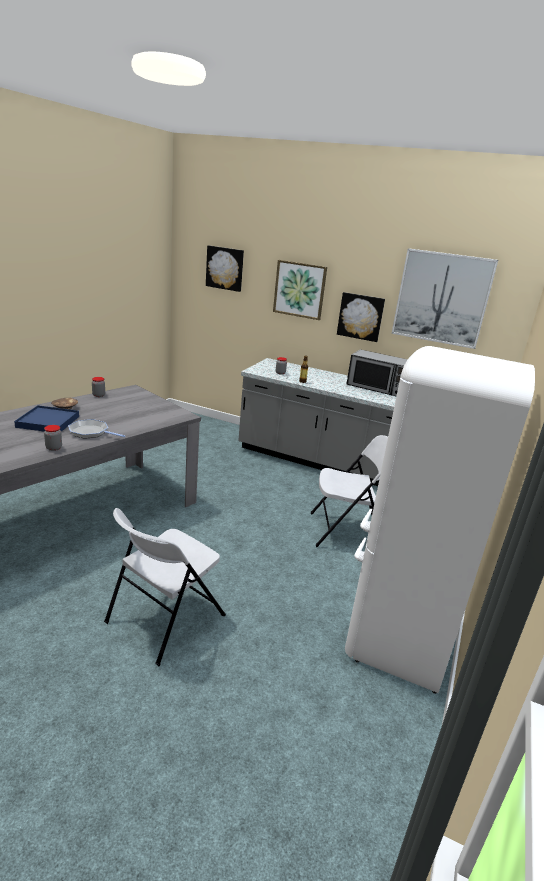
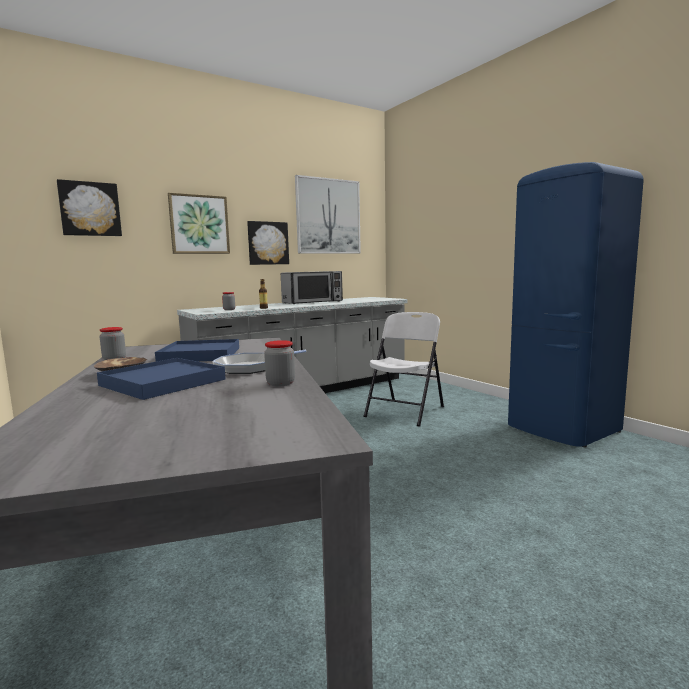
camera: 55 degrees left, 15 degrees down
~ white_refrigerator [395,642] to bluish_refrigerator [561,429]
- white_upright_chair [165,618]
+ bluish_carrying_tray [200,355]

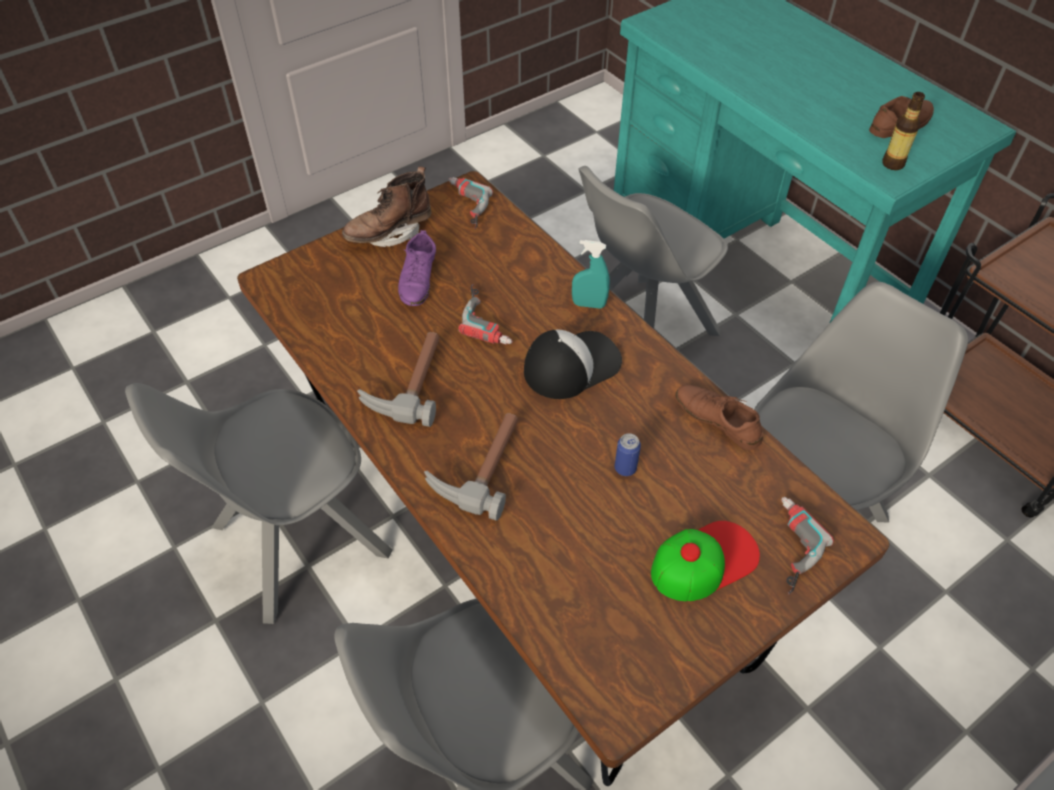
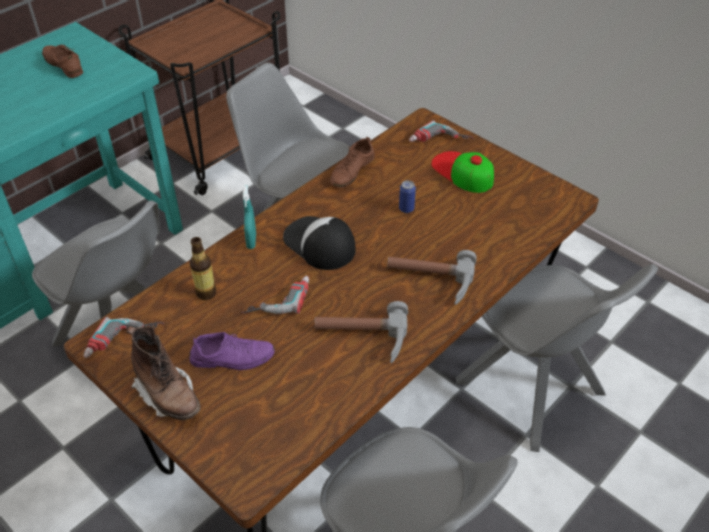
camera: 100 degrees left, 5 degrees down
~ bottle [893,164] to [206,293]

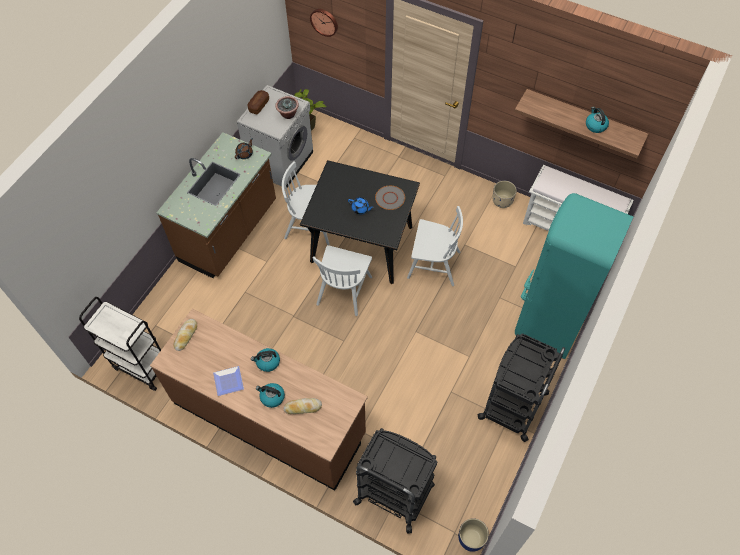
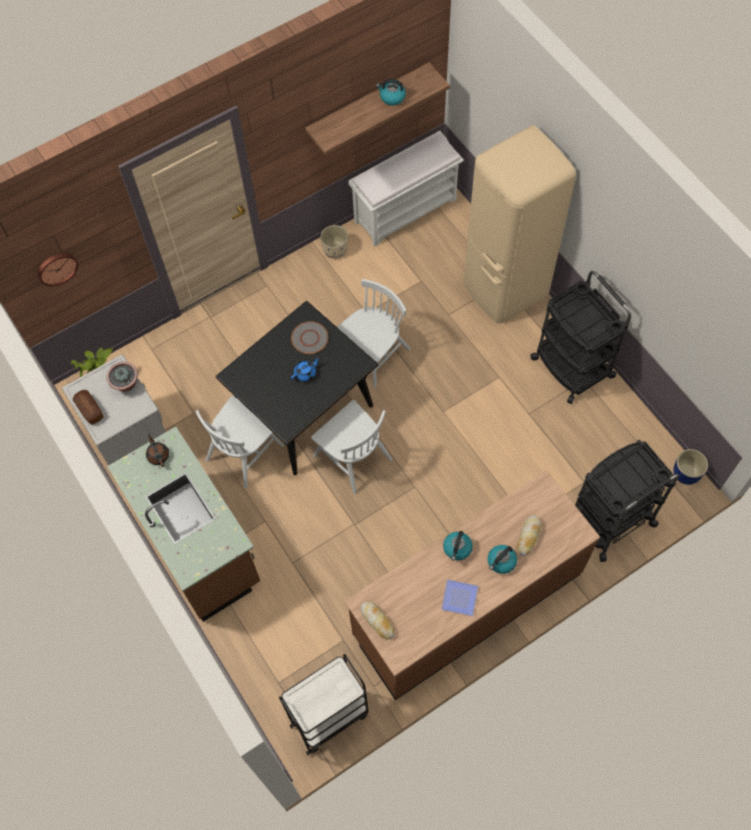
camera: 60 degrees left, 5 degrees up
~ blue-green_refrigerator [547,325] to sand-coloured_refrigerator [503,290]

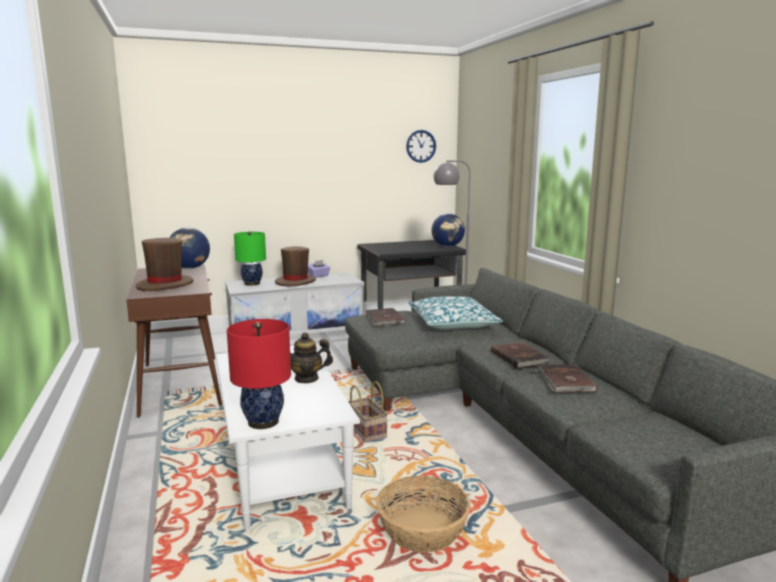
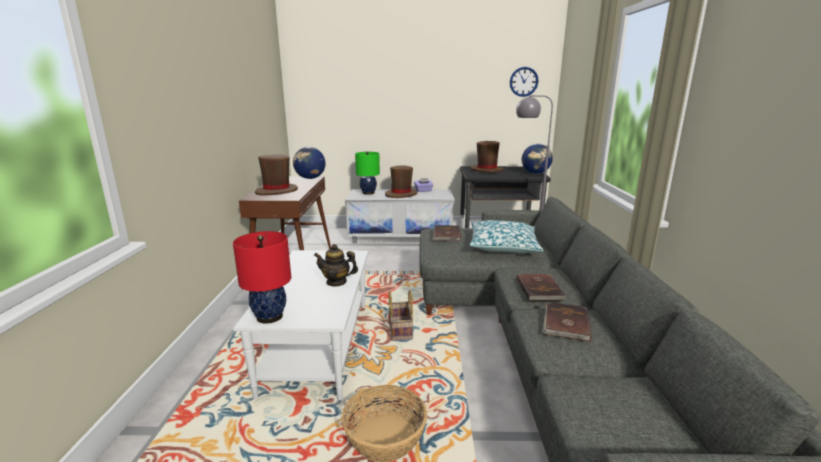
camera: 20 degrees right, 5 degrees up
+ brown-coloured_wearable_hat [486,170]

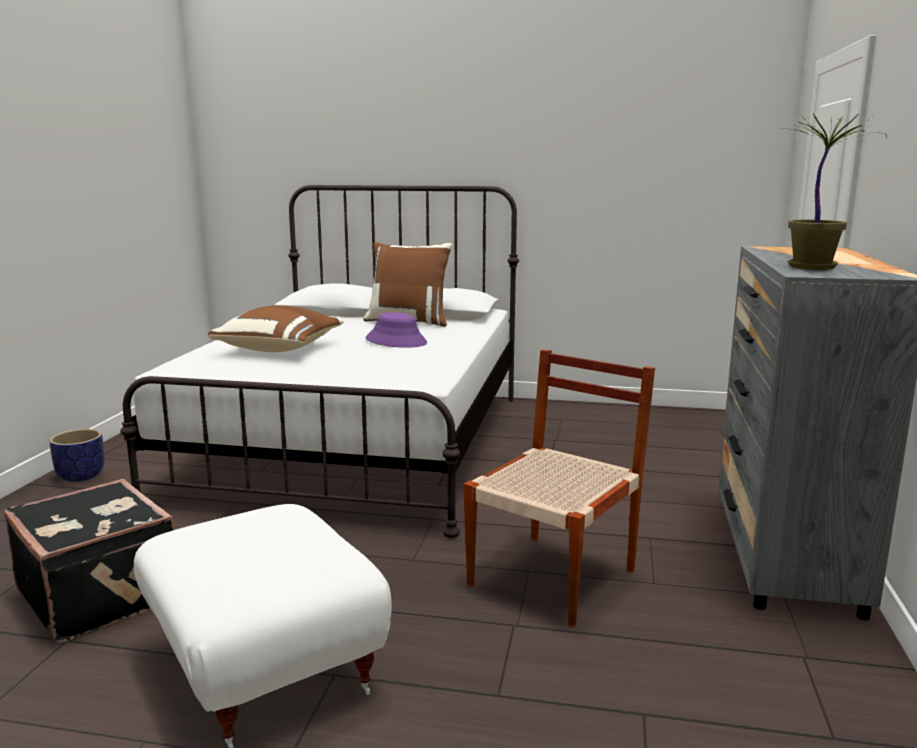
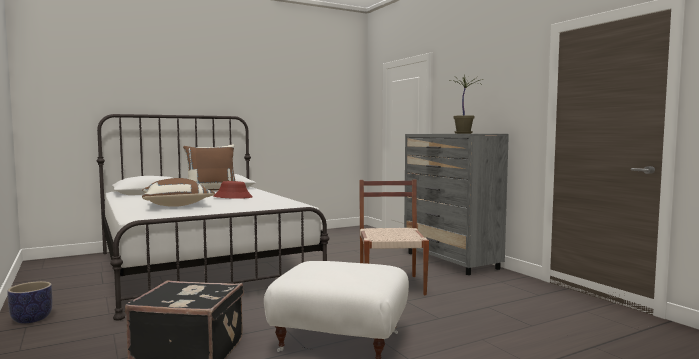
camera: 40 degrees left, 10 degrees down
~ purple_wearable_hat [396,341] to red-coloured_wearable_hat [233,197]

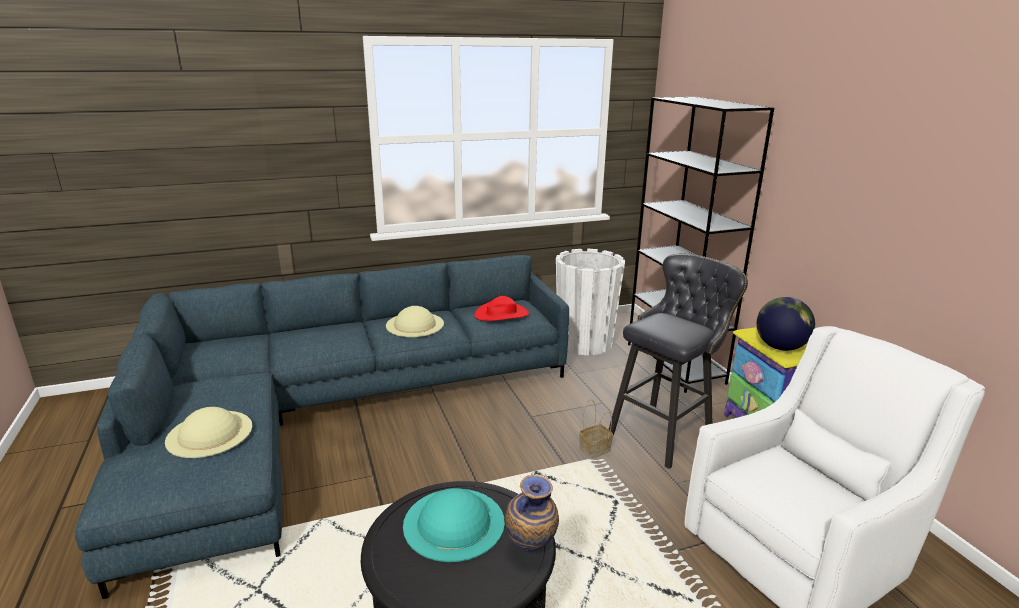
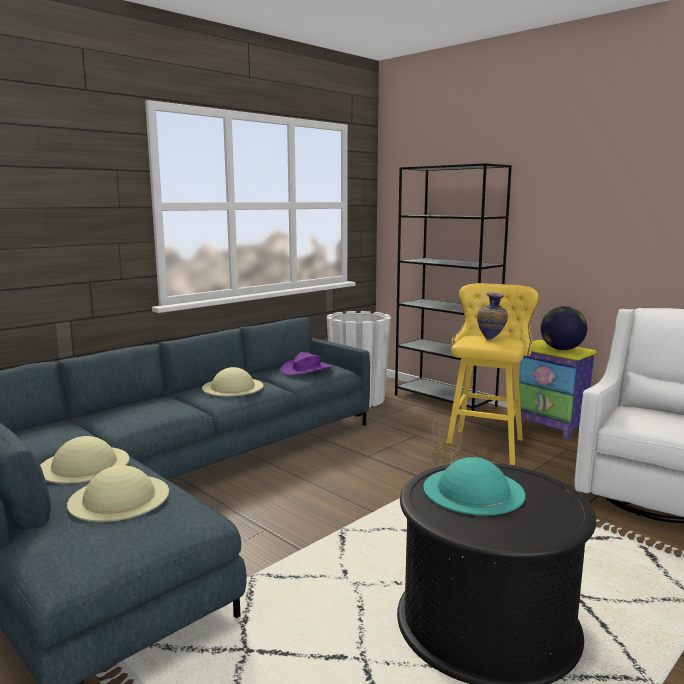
camera: 25 degrees left, 10 degrees down
~ blackish_sitting_stool [667,431] to yellow-coloured_sitting_stool [486,442]
~ red-coloured_wearable_hat [501,314] to purple_wearable_hat [306,369]
~ decorative_vase [531,551] to [491,340]
+ sand-coloured_wearable_hat [84,464]

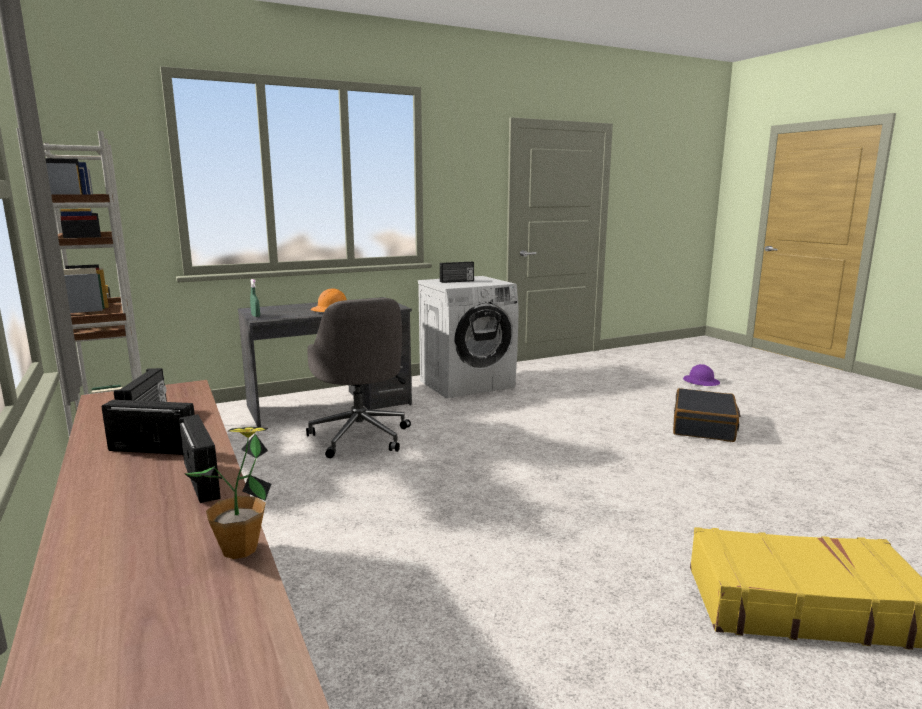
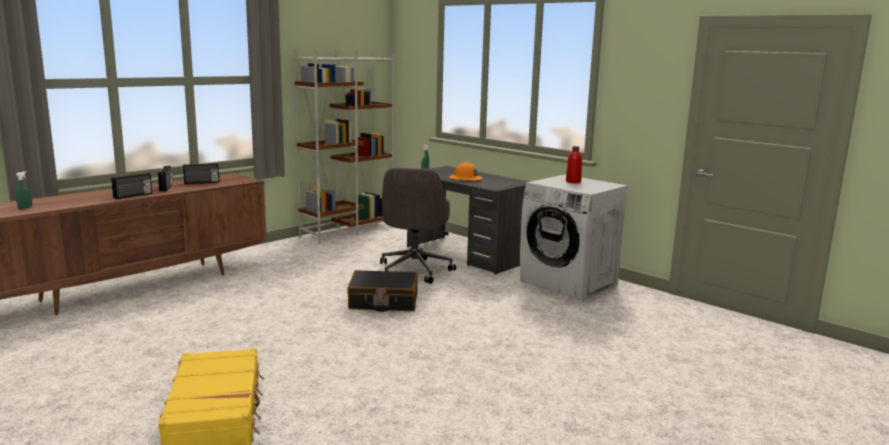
camera: 70 degrees right, 0 degrees up
~ radio_receiver [457,281] to red-coloured_bottle [573,182]
~ grey_office_chair [360,438] = [414,271] 45 degrees counterclockwise
- purple_safety_helmet [701,381]
~ blackish_suitcase [704,426] to [383,301]
- houseplant [240,549]
+ green_hand_sprayer [25,208]

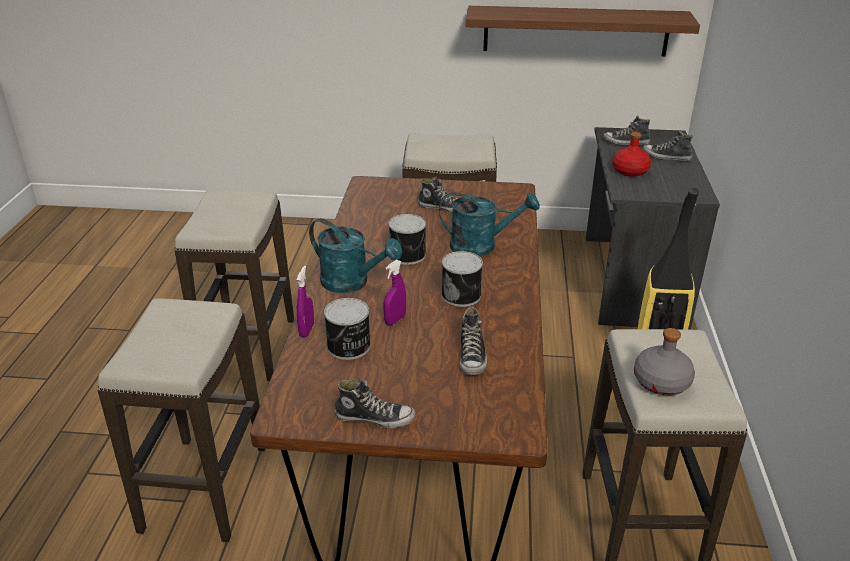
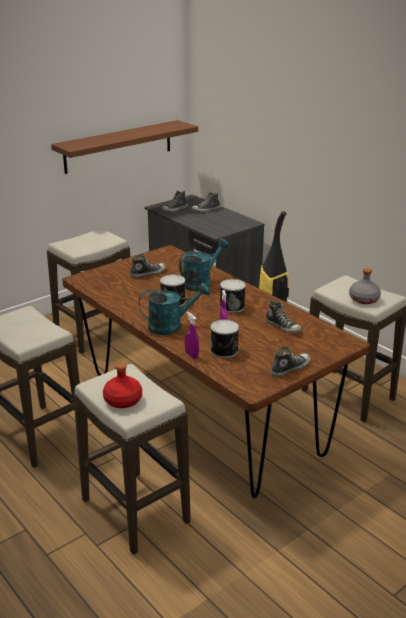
camera: 45 degrees left, 5 degrees down
~ red-coloured_bottle [630,171] to [123,400]

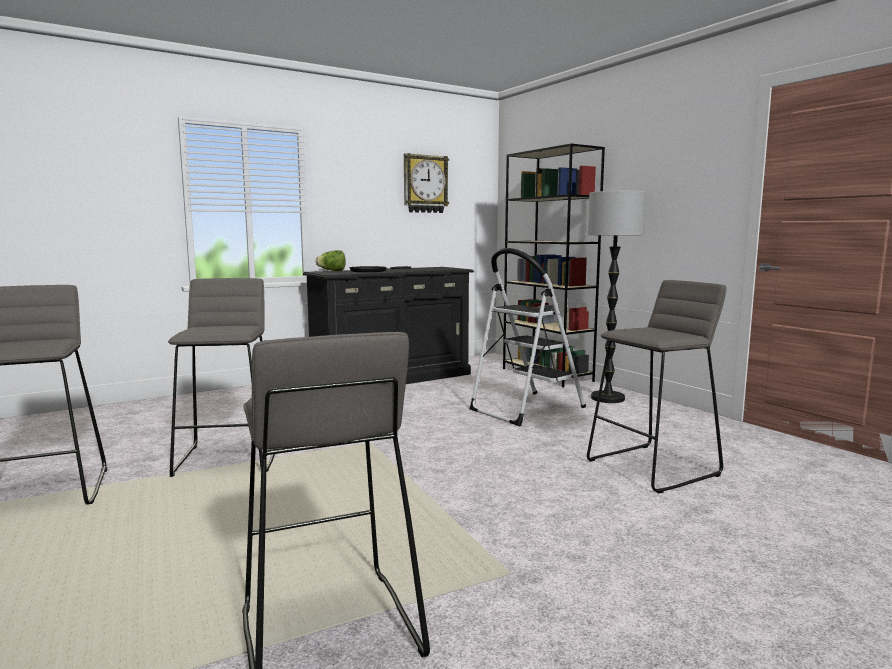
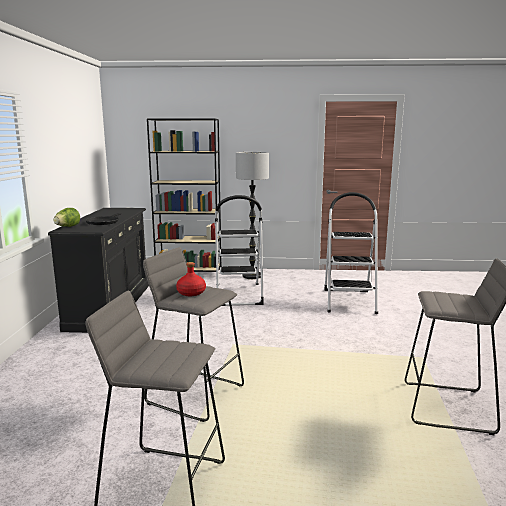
camera: 55 degrees left, 5 degrees up
- hanging_clock [425,184]
~ grey_sitting_stool [653,468] to stepladder [349,301]
+ red-coloured_bottle [191,293]

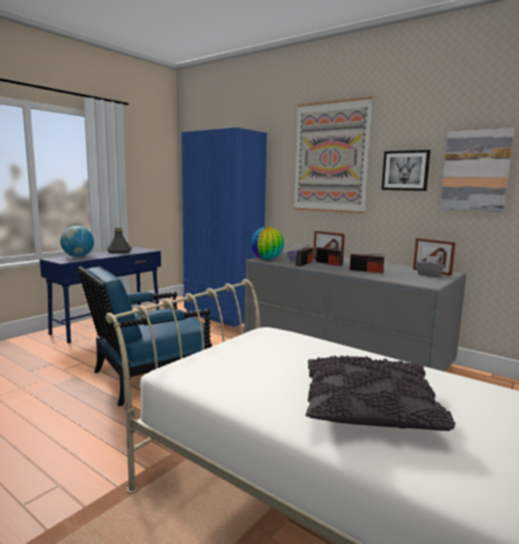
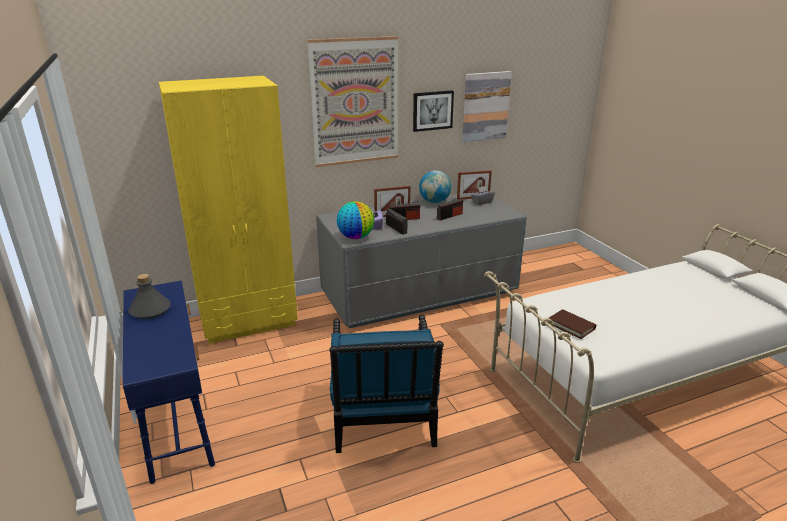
camera: 60 degrees left, 15 degrees up
~ bluish_armoire [223,316] to yellow-coloured_armoire [249,321]
~ desk_globe [78,257] to [434,202]
- blackish_cushion [368,409]
+ brown-coloured_volume [571,326]

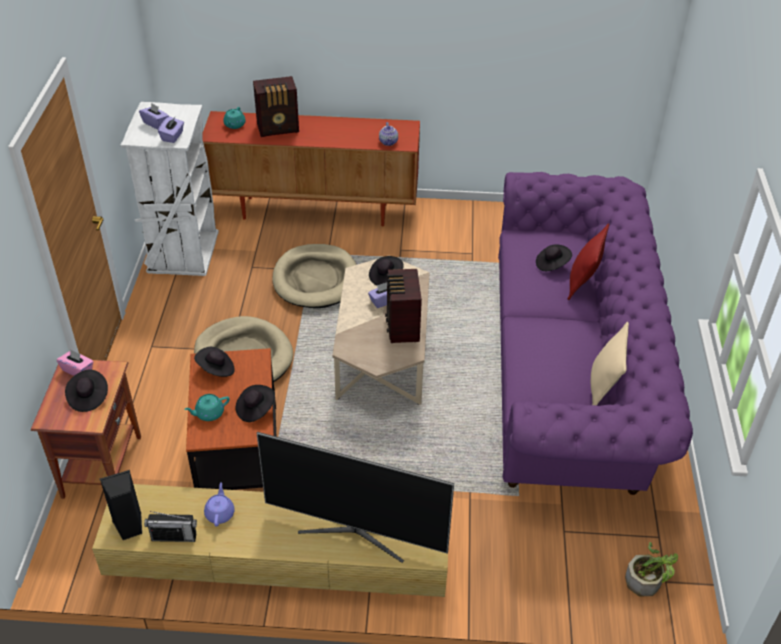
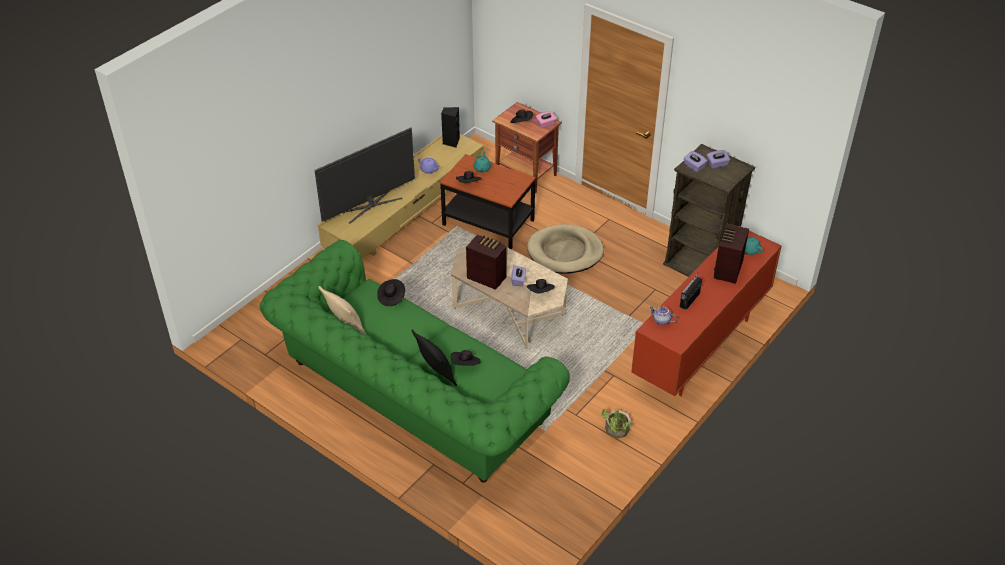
camera: 125 degrees right, 0 degrees up
~ white_bookcase [183,251] to brown-coloured_bookcase [700,263]
~ purple_sofa [571,370] to green_sofa [412,396]
~ red-coloured_cushion [583,282] to blackish_cushion [436,373]
- sand-coloured_pet_bed [316,279]
~ blackish_wearable_hat [216,369] to [391,297]
~ radio_receiver [174,536] to [689,300]
~ houseplant [647,581] to [615,431]

